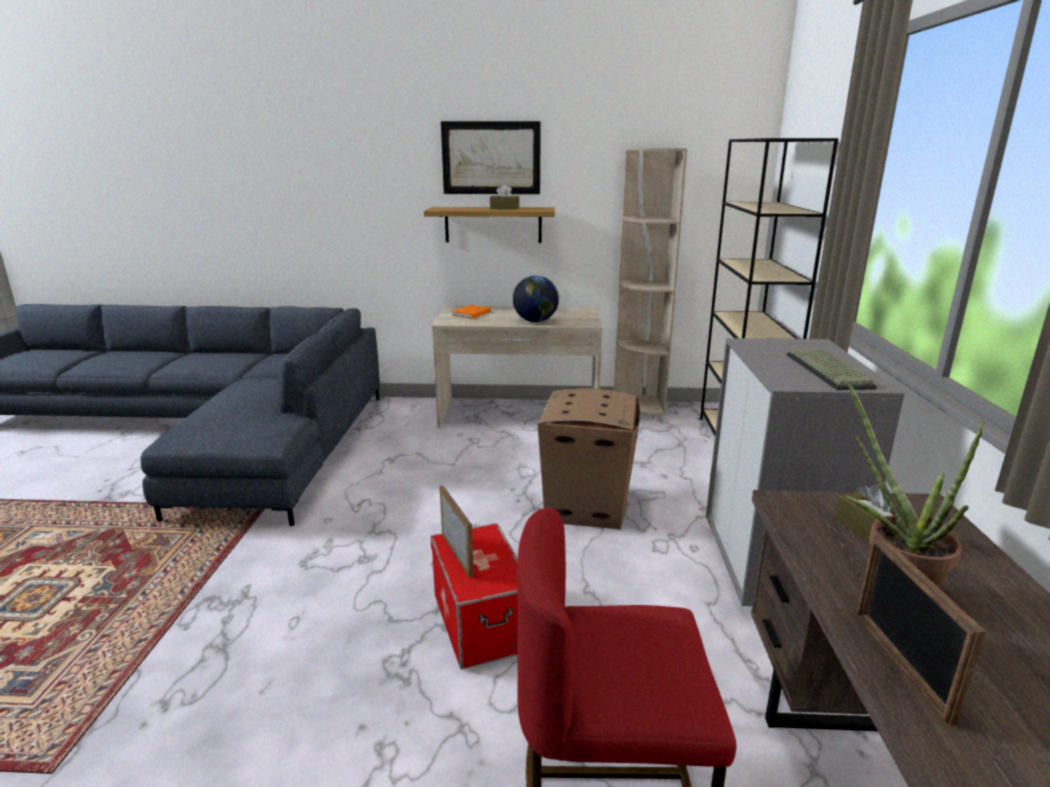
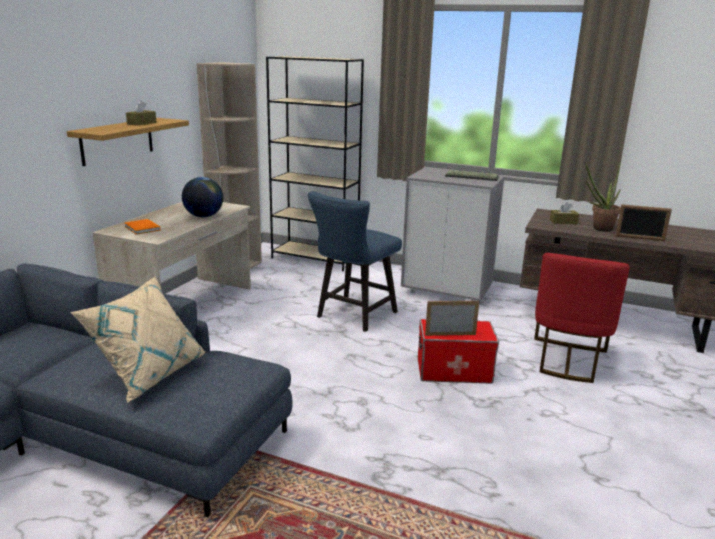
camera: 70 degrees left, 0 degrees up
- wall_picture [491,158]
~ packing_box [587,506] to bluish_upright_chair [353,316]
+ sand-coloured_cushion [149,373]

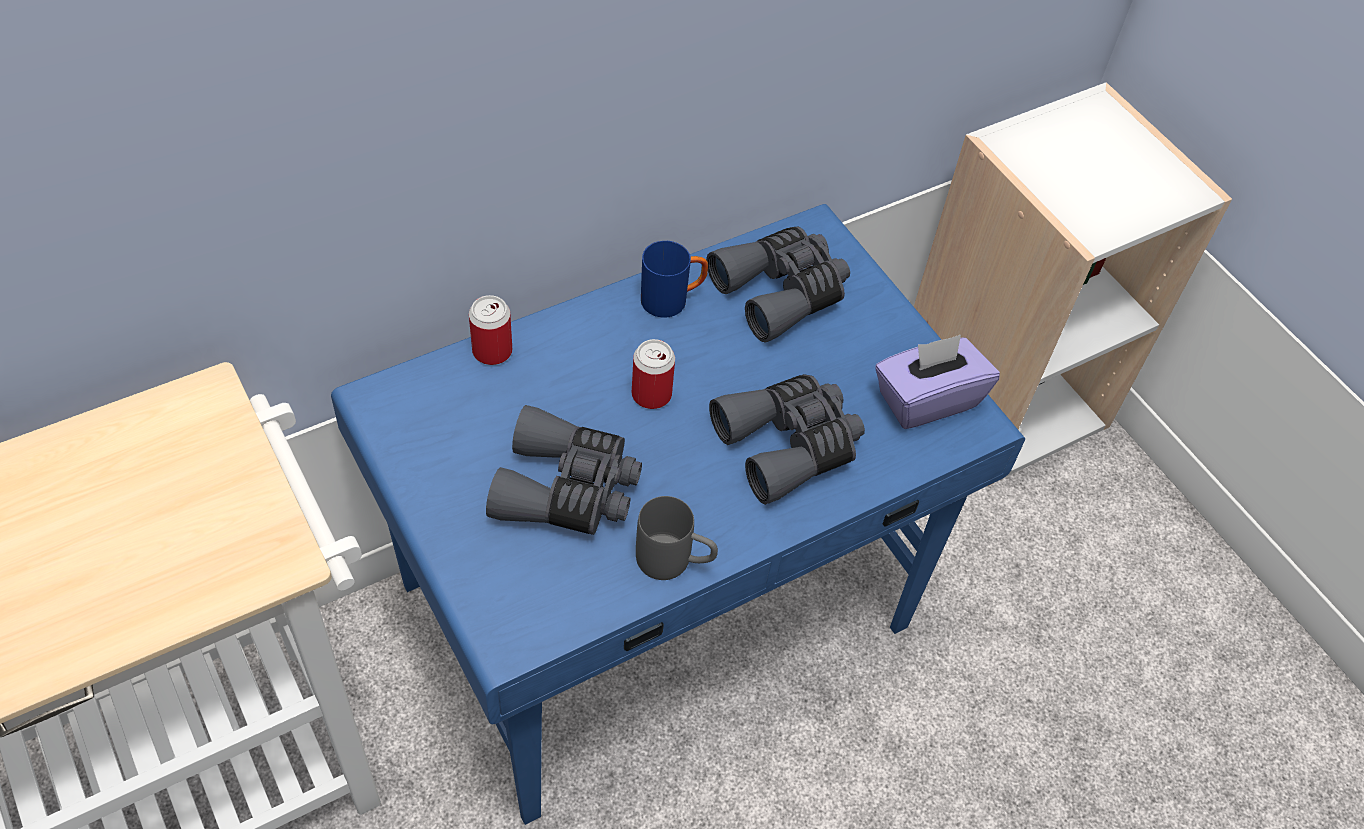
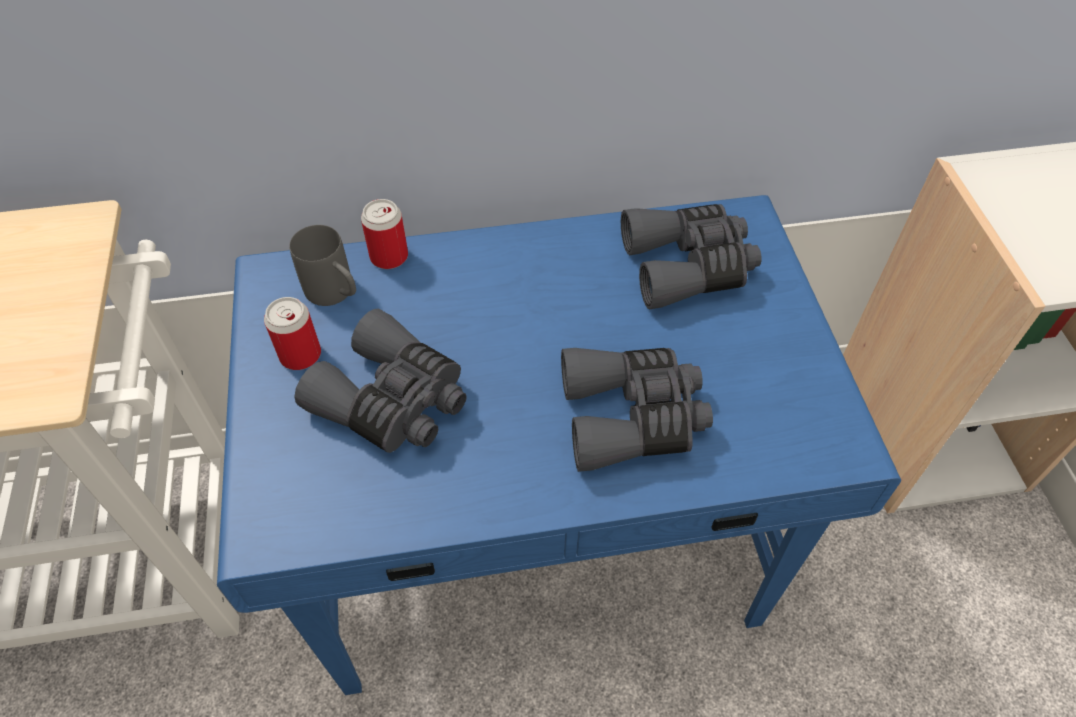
camera: 25 degrees right, 0 degrees up
- bluish_coffee_mug [672,299]
- purple_box_of_tissues [926,399]
~ sealed_can [651,394] to [300,355]
~ grey_coffee_mug [675,562] to [336,294]

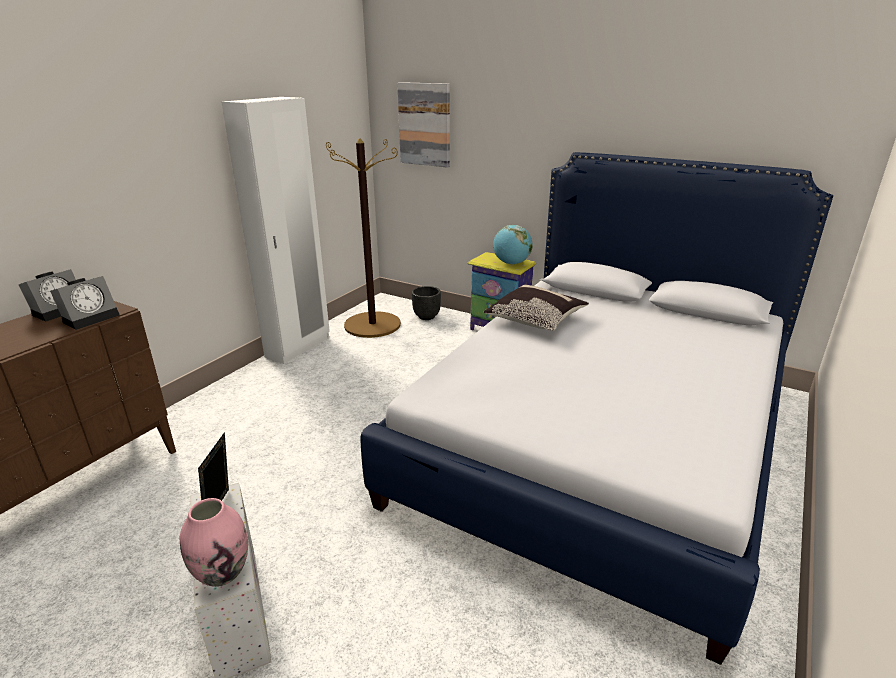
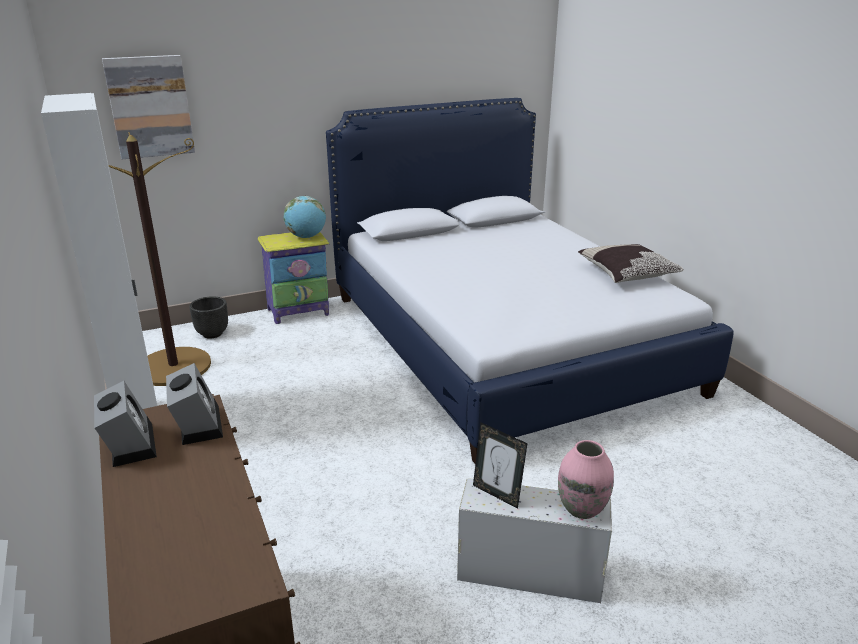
camera: 55 degrees left, 0 degrees up
~ cushion [536,320] to [627,274]

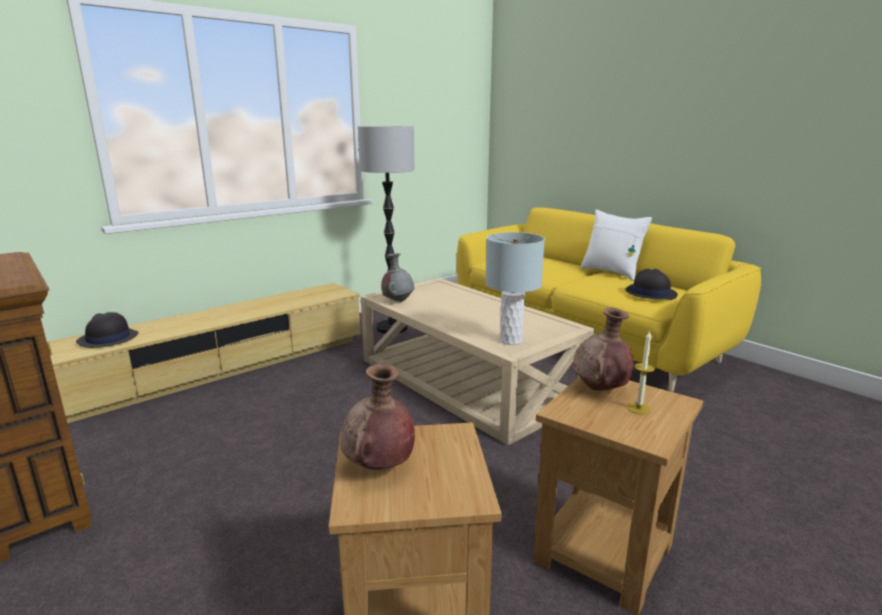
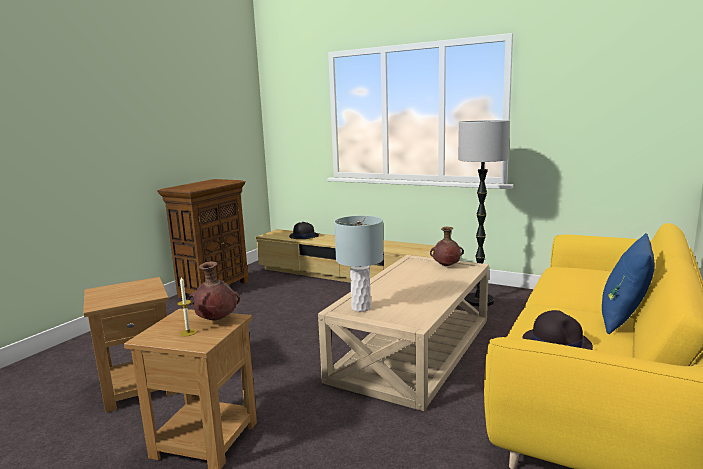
camera: 70 degrees right, 5 degrees down
~ white_cushion [611,273] to bluish_cushion [623,320]
- grey_decorative_vase [398,301]
~ brown-coloured_decorative_vase [378,466] to [446,266]

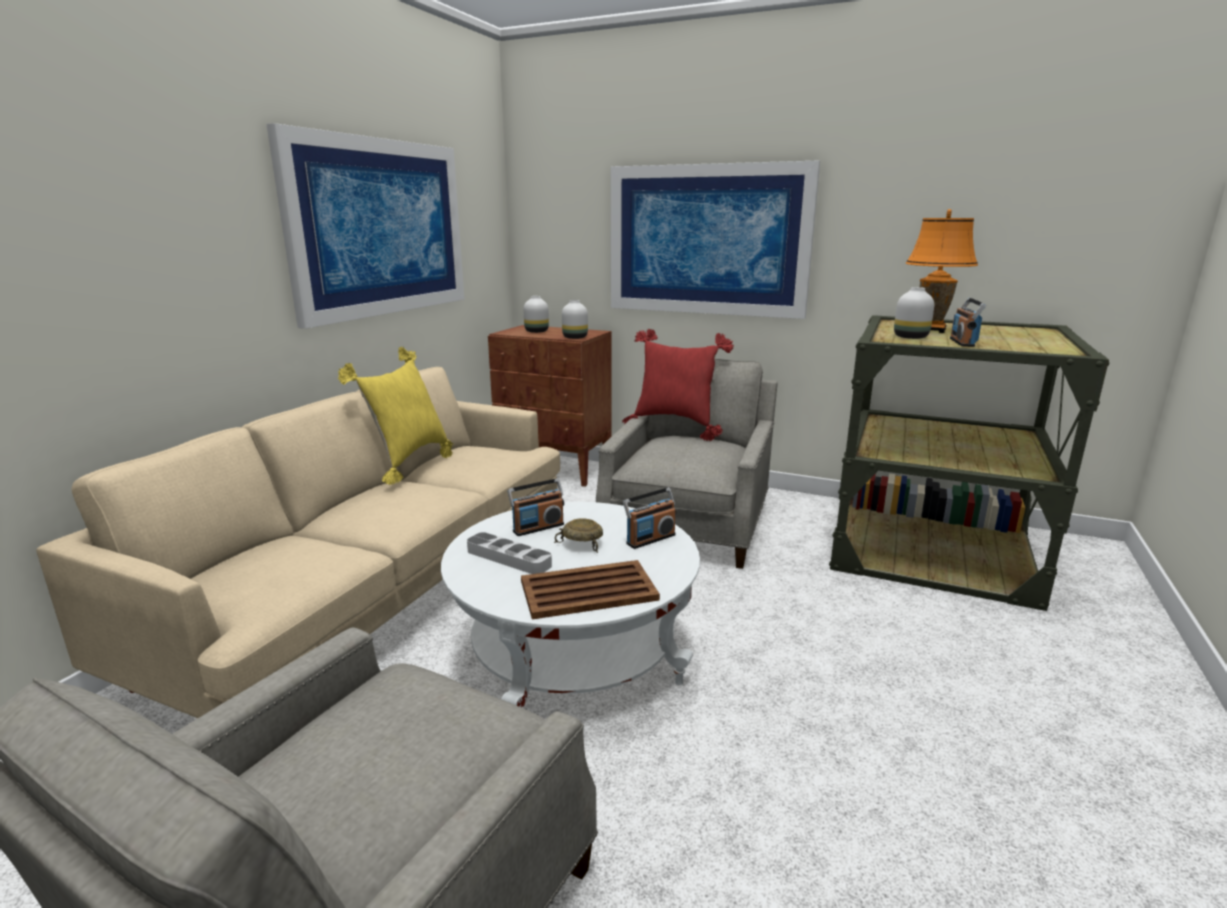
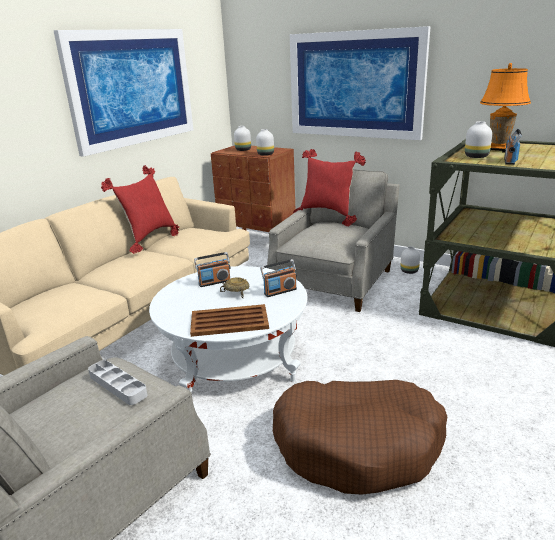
camera: 10 degrees right, 5 degrees up
~ yellow-coloured_cushion [406,469] to red-coloured_cushion [148,243]
~ grey_carrying_tray [508,558] to [117,385]
+ white_decorative_vase [410,271]
+ brown-coloured_pet_bed [358,445]

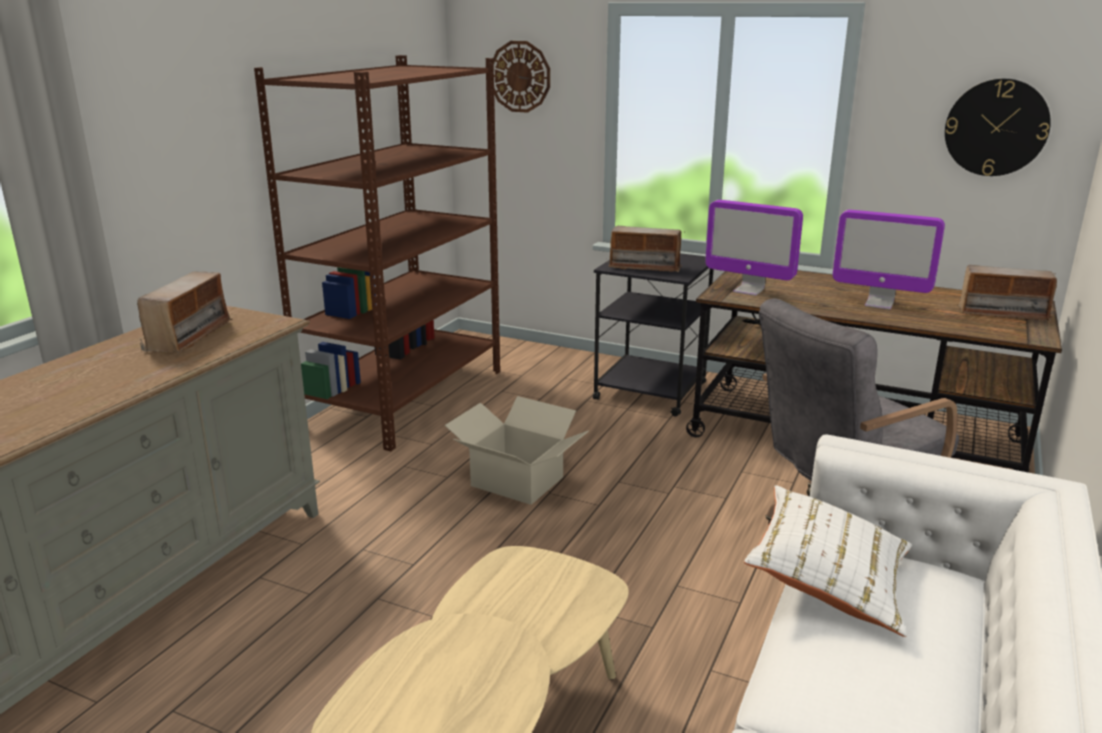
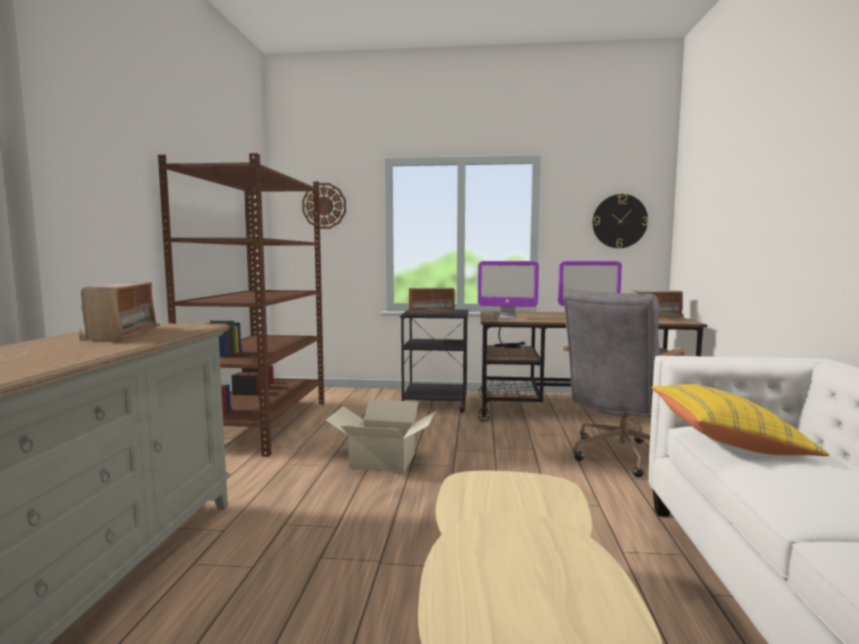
camera: 20 degrees left, 15 degrees down
~ white_cushion [828,582] to yellow-coloured_cushion [726,442]

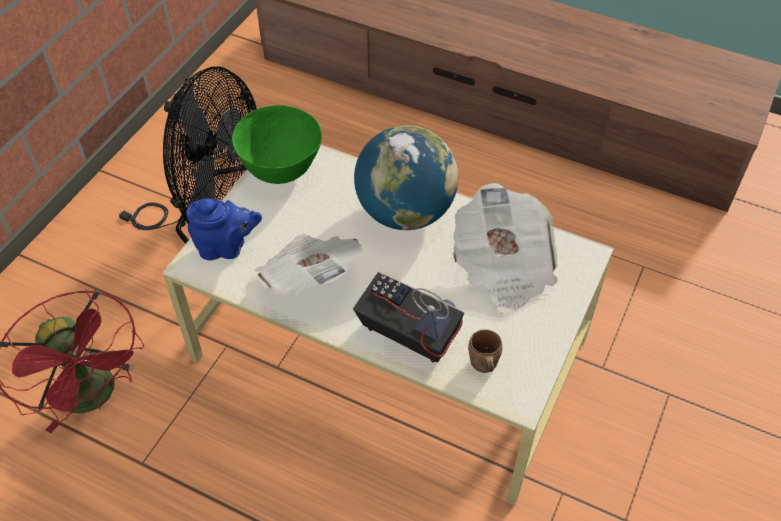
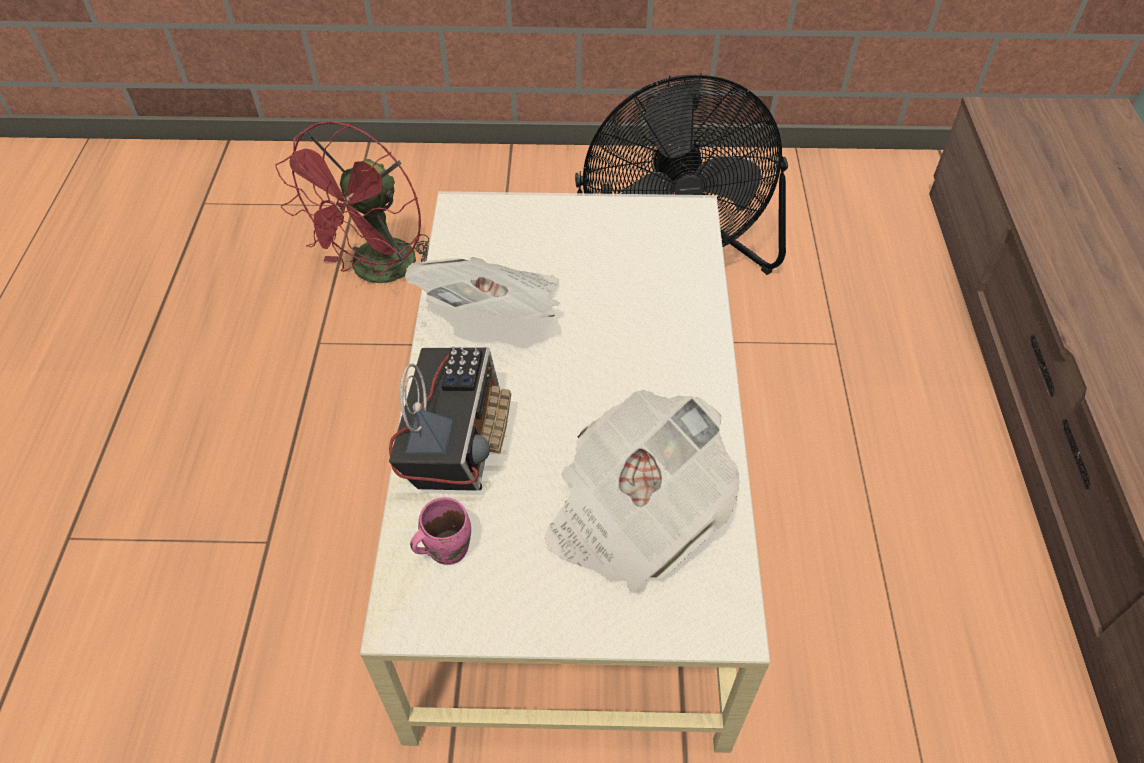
camera: 65 degrees right, 0 degrees up
- green_bowl [280,170]
- desk_globe [405,212]
- bluish_teapot [226,247]
~ brown-coloured_coffee_mug [482,364] to pinkish_coffee_mug [445,547]

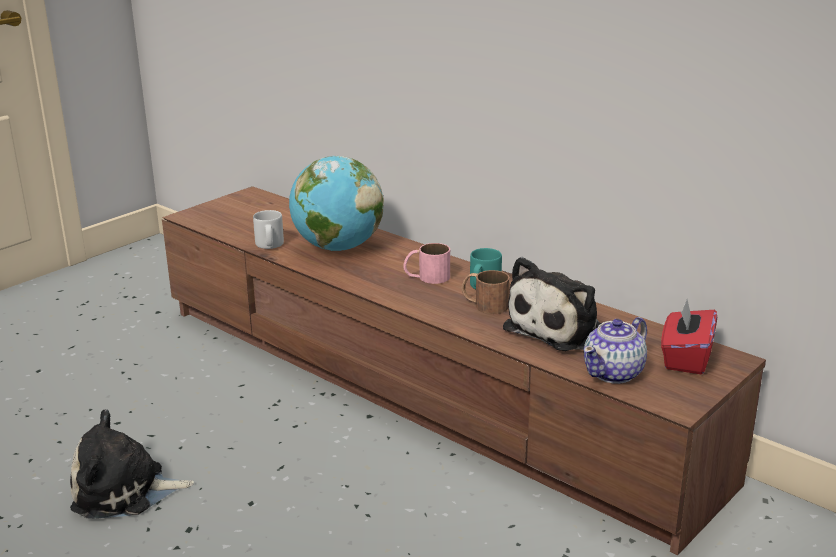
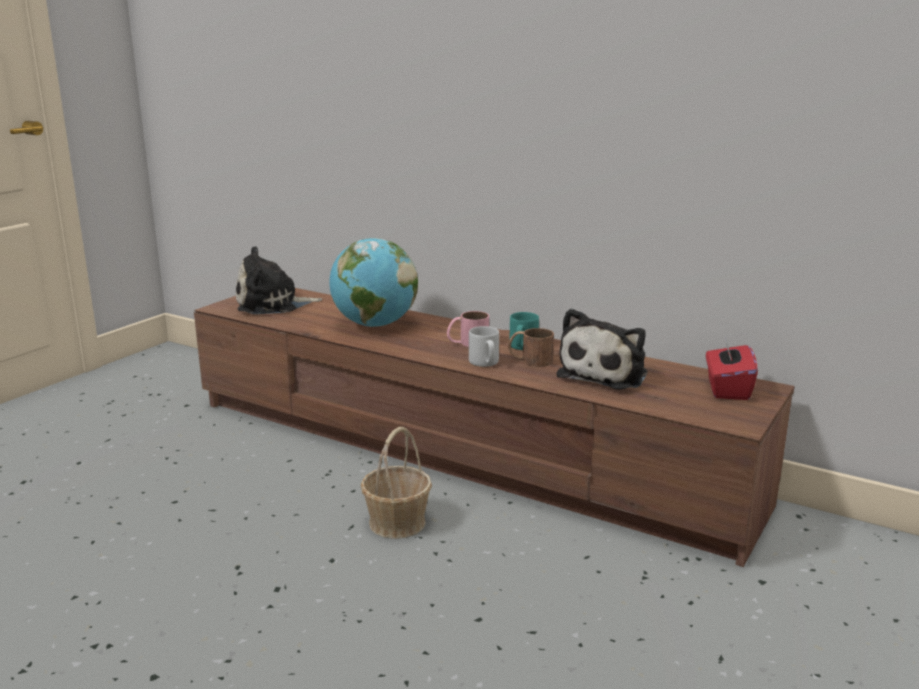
camera: 10 degrees left, 5 degrees down
~ grey_coffee_mug [269,245] to [485,363]
- teapot [614,373]
~ cuddly_toy [125,491] to [272,305]
+ household_basket [396,523]

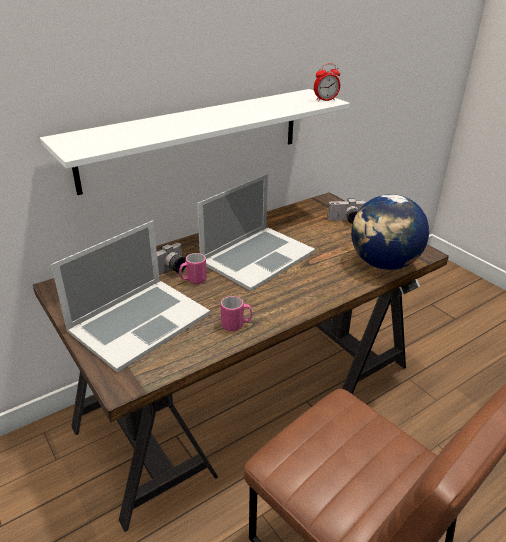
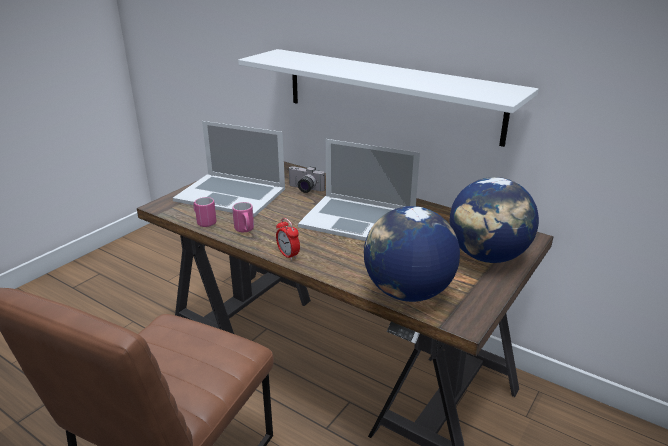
camera: 70 degrees right, 5 degrees down
~ table_clock [325,100] to [288,255]
~ photo_camera [346,221] to desk_globe [487,256]
~ pinkish_coffee_mug [193,280] to [204,222]

